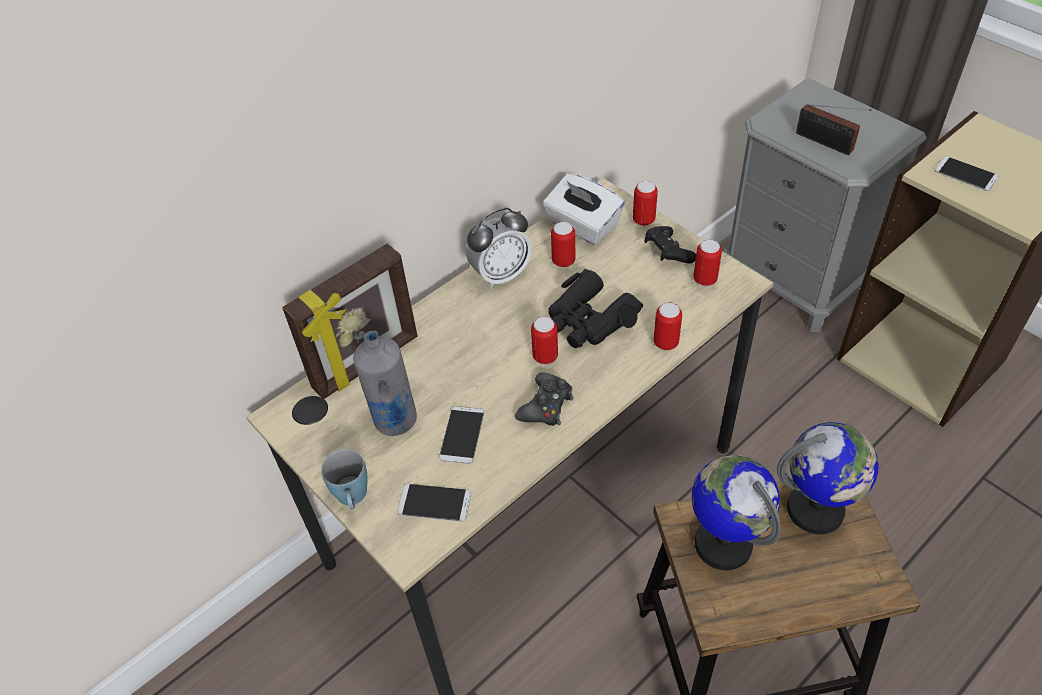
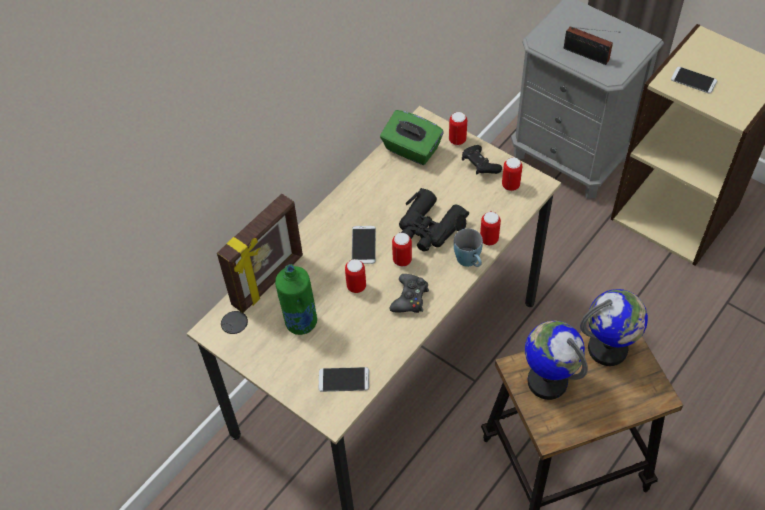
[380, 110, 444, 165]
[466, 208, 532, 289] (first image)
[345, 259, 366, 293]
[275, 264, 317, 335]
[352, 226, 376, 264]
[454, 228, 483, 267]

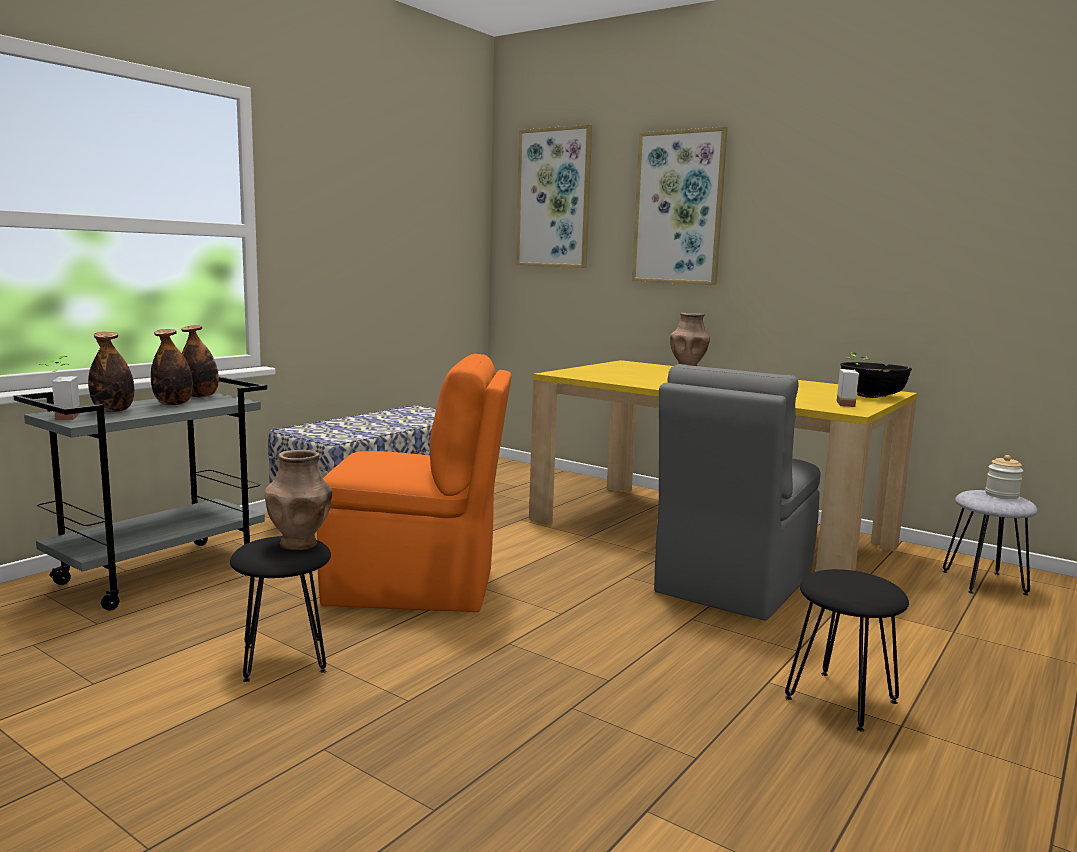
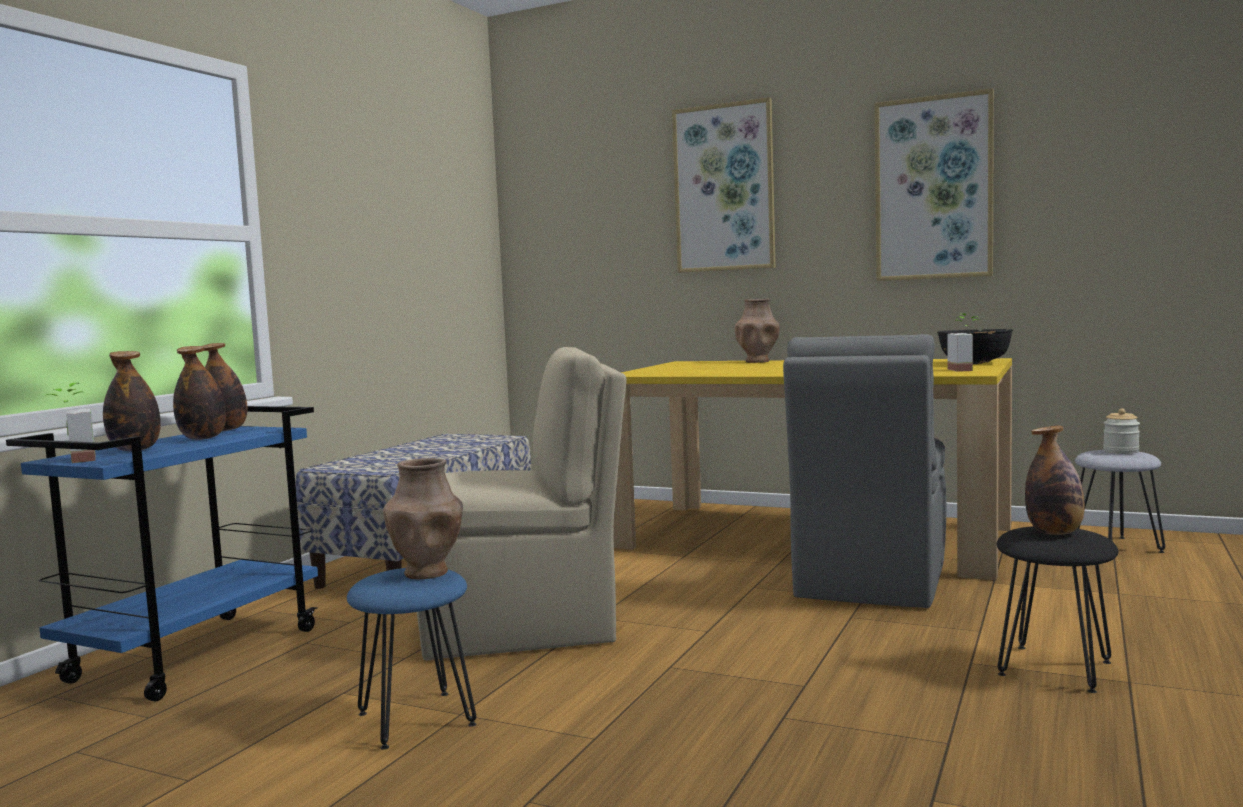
[875, 88, 994, 281]
[417, 347, 627, 661]
[6, 406, 318, 701]
[347, 568, 476, 750]
[1025, 426, 1085, 535]

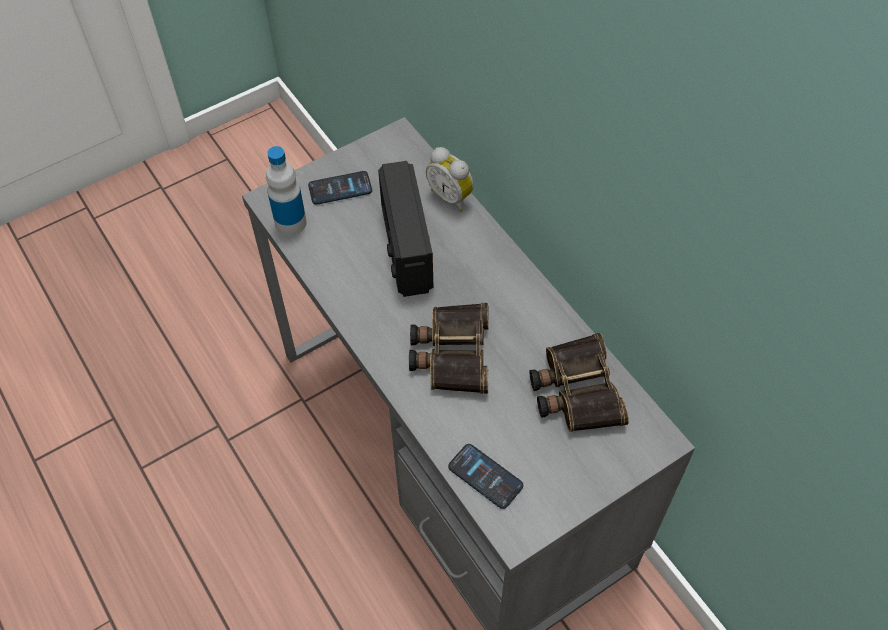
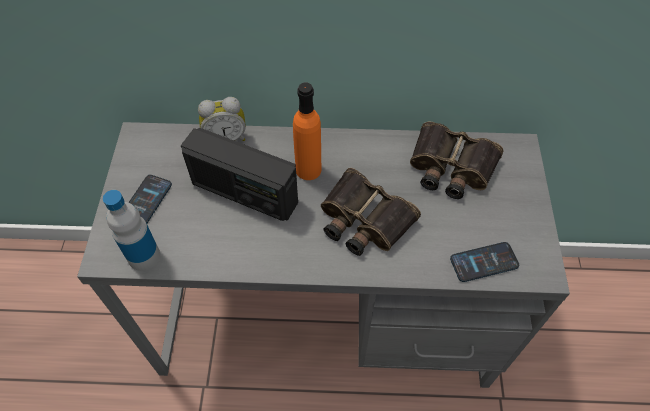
[293, 82, 322, 180]

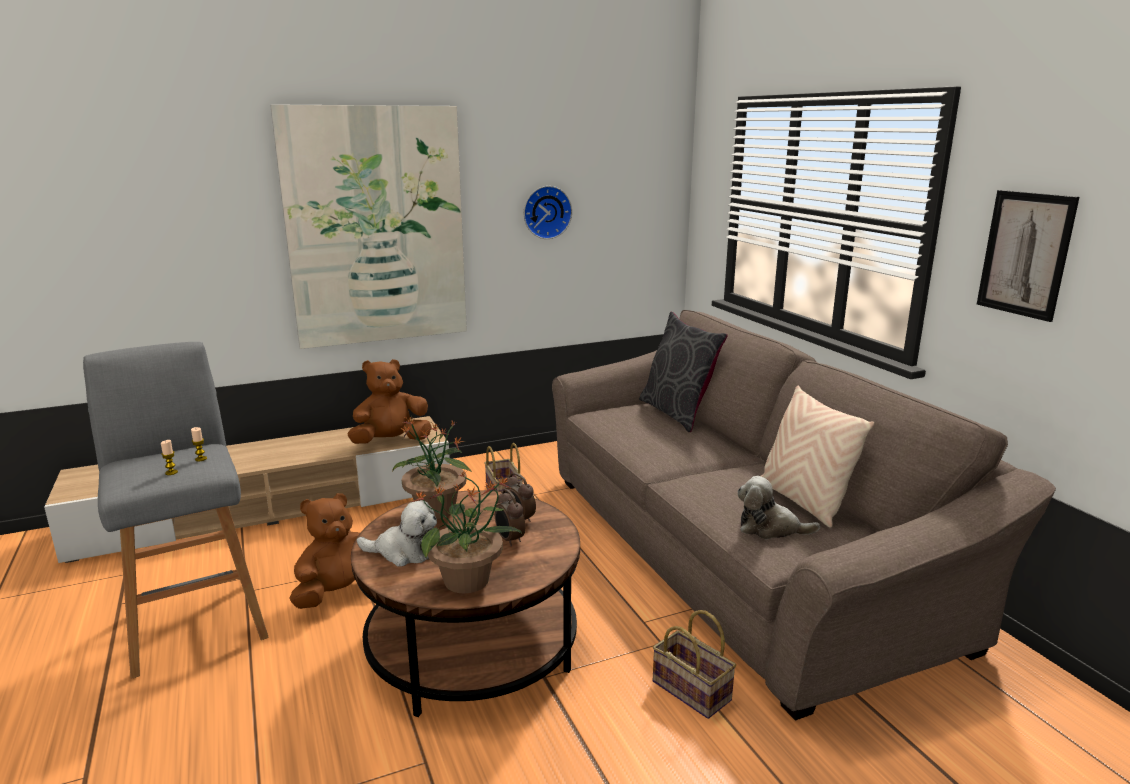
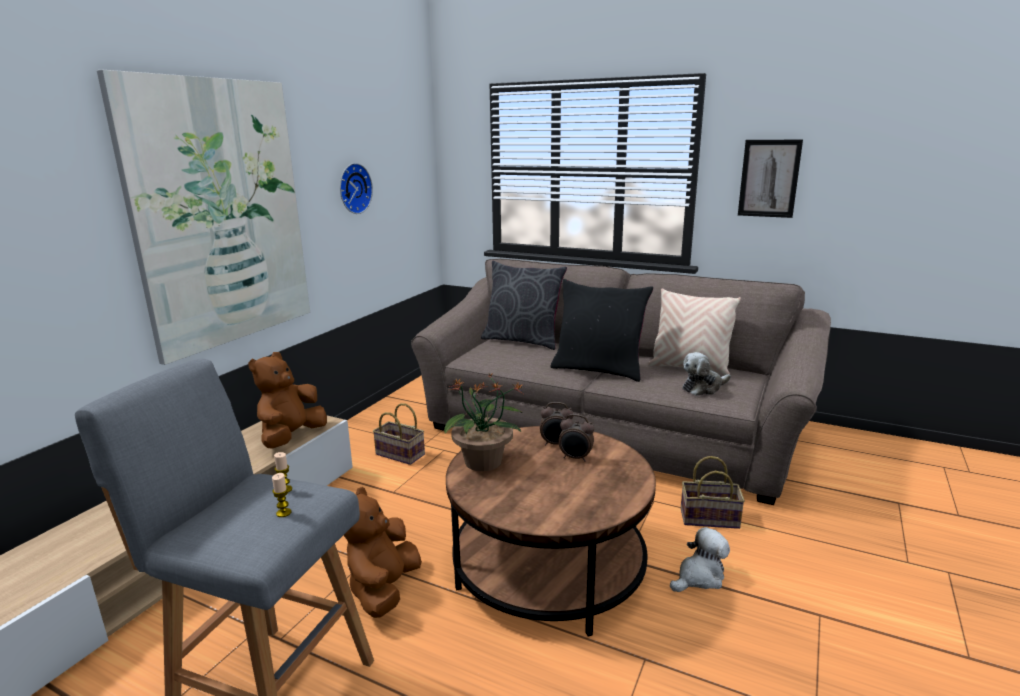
[412, 472, 523, 593] (first image)
[670, 527, 730, 592]
[550, 279, 653, 382]

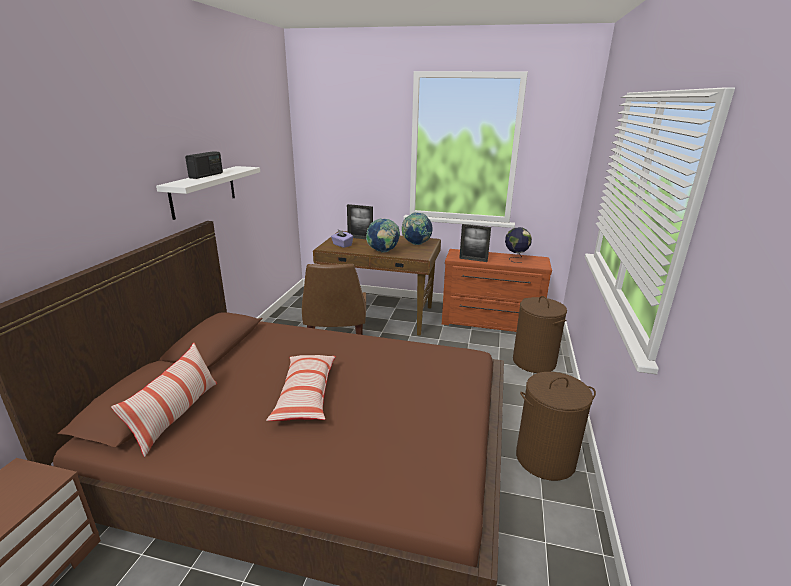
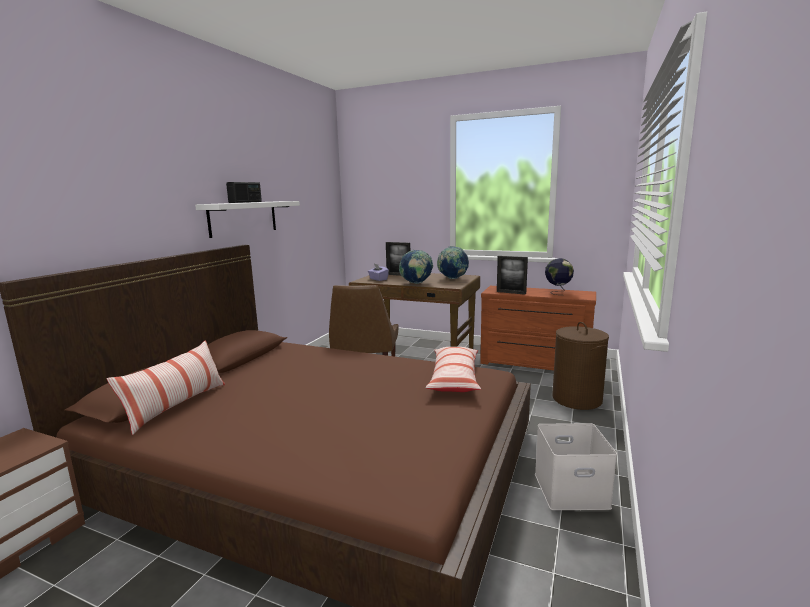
[426, 347, 481, 392]
[535, 423, 617, 510]

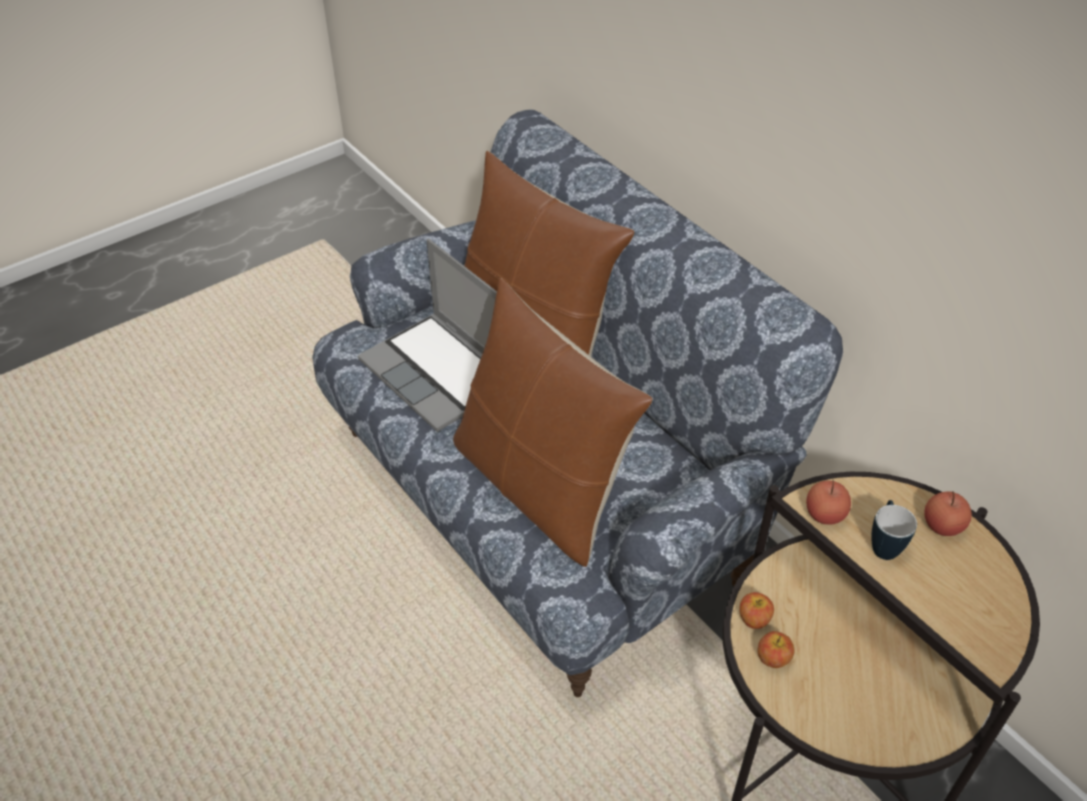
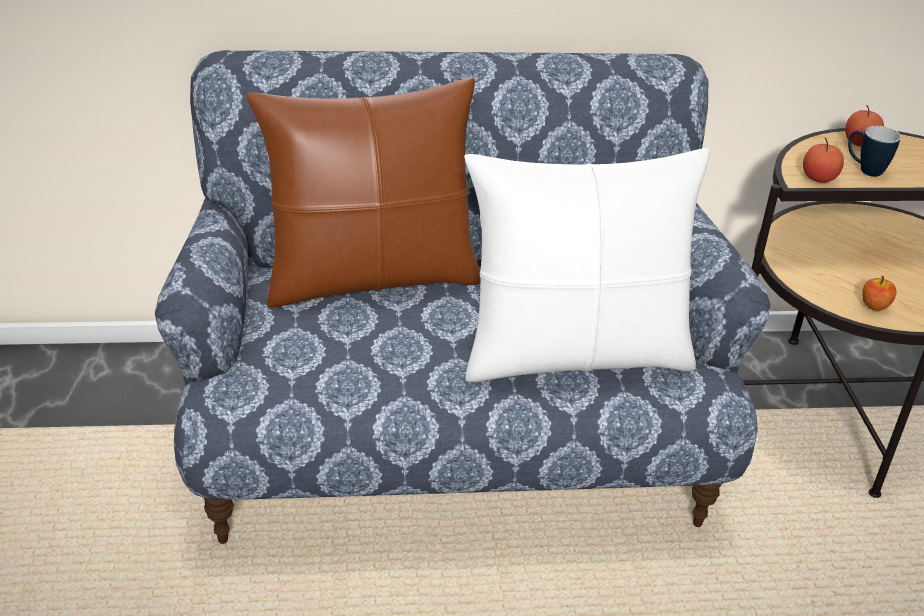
[358, 239, 497, 432] (first image)
[464, 148, 710, 382]
[739, 592, 774, 629] (first image)

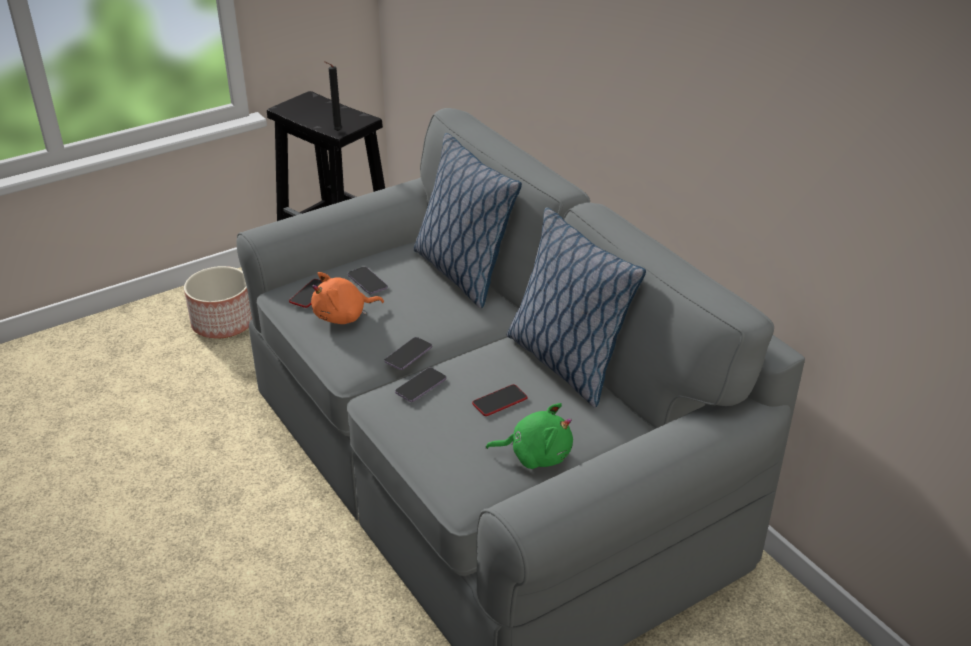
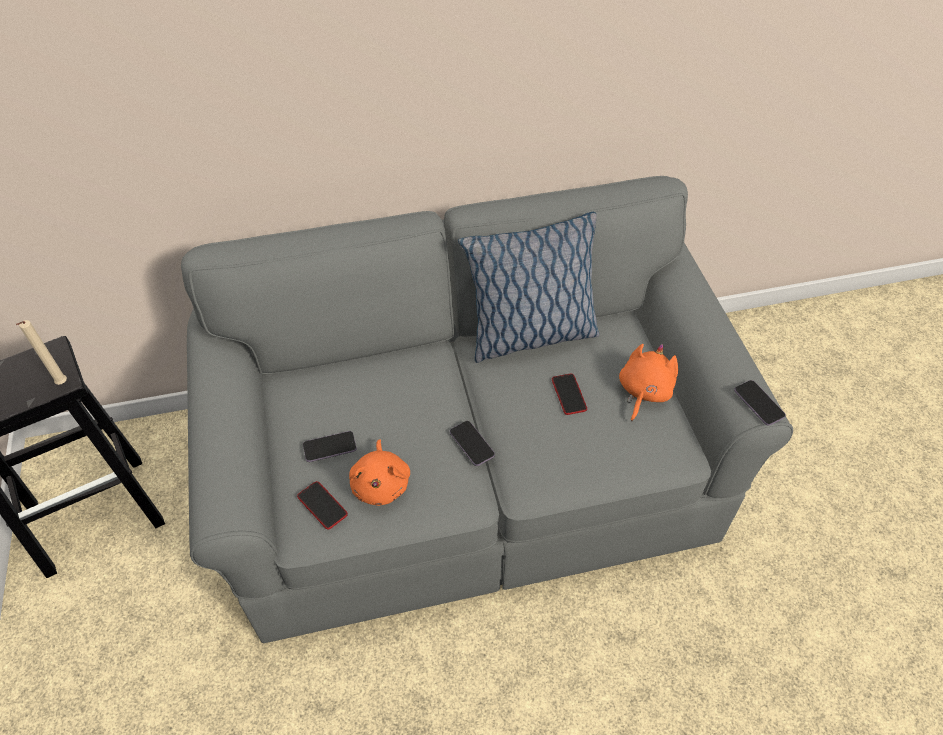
[16, 320, 67, 385]
[413, 133, 522, 308] (first image)
[184, 266, 252, 338] (first image)
[734, 380, 786, 426]
[619, 344, 678, 422]

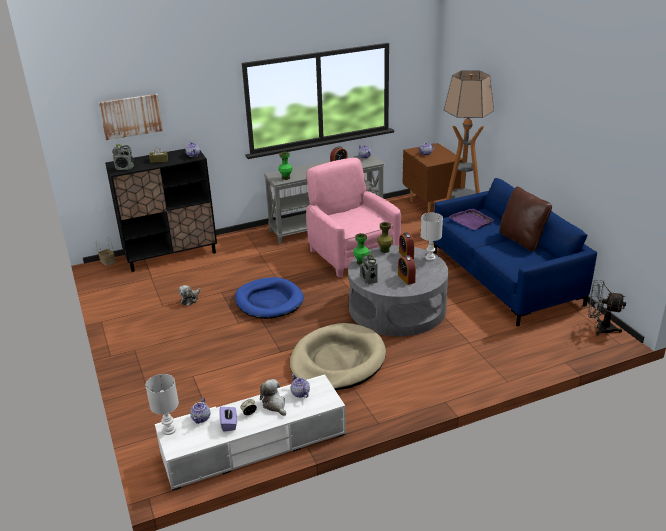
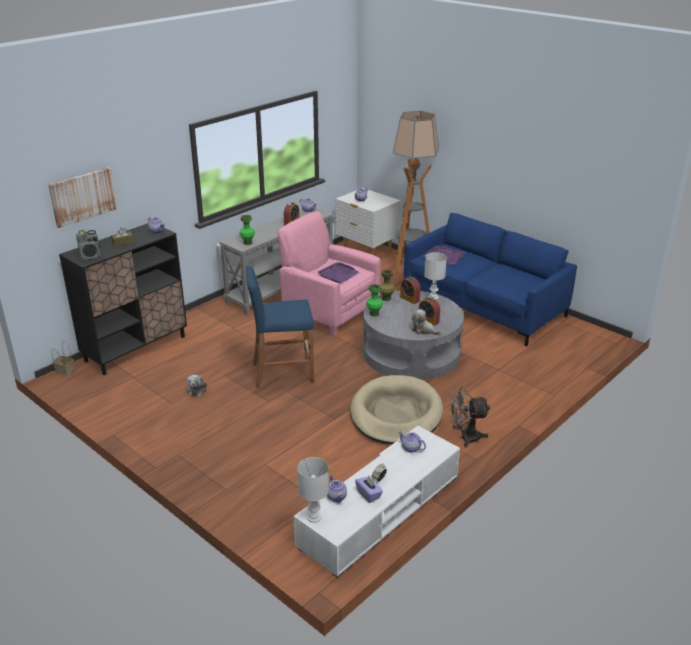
[335, 188, 401, 255]
[499, 187, 552, 252] (first image)
[360, 254, 377, 284] (first image)
[246, 265, 314, 388]
[449, 386, 490, 448]
[412, 309, 441, 335]
[318, 262, 359, 283]

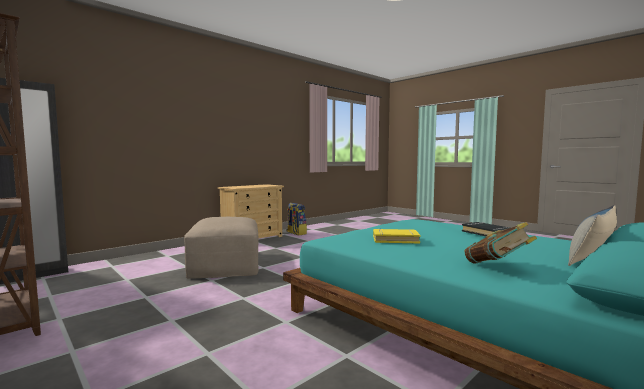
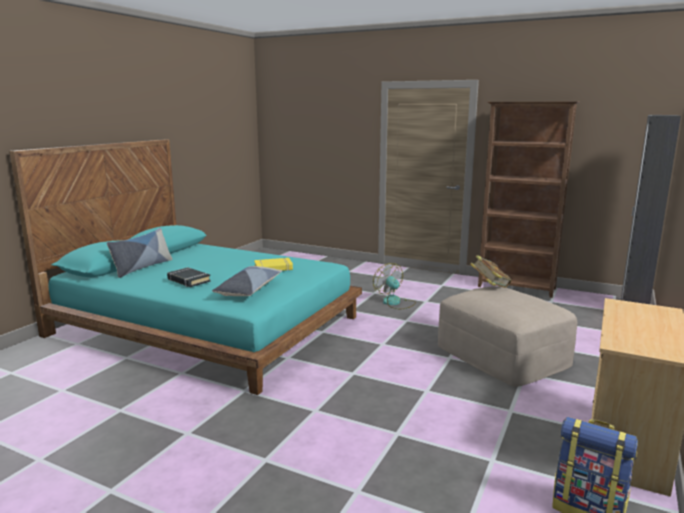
[470, 255, 512, 288]
[373, 263, 416, 310]
[212, 266, 282, 296]

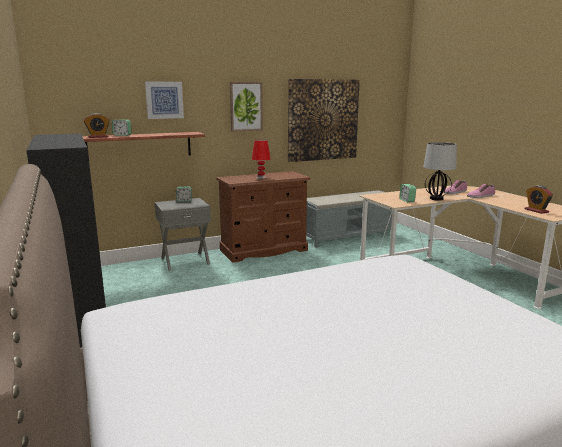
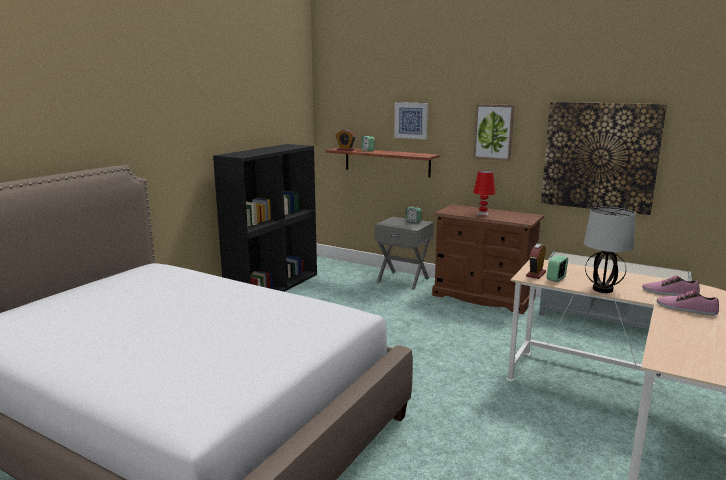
[526, 243, 546, 279]

